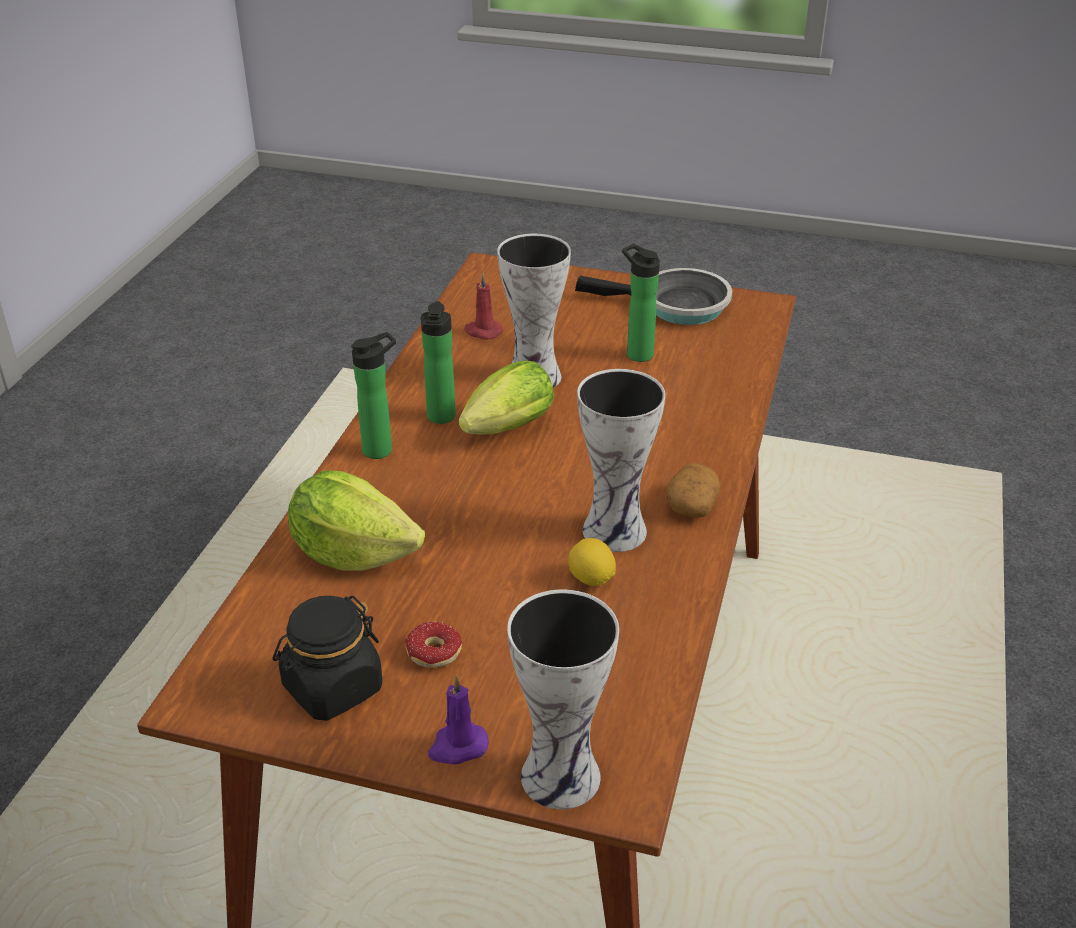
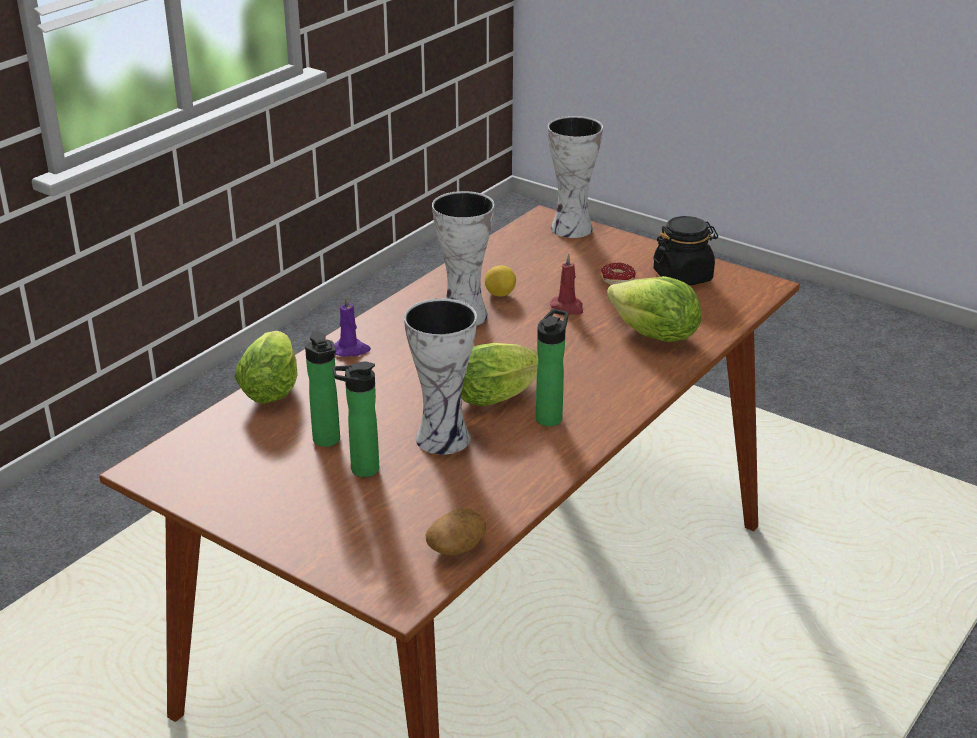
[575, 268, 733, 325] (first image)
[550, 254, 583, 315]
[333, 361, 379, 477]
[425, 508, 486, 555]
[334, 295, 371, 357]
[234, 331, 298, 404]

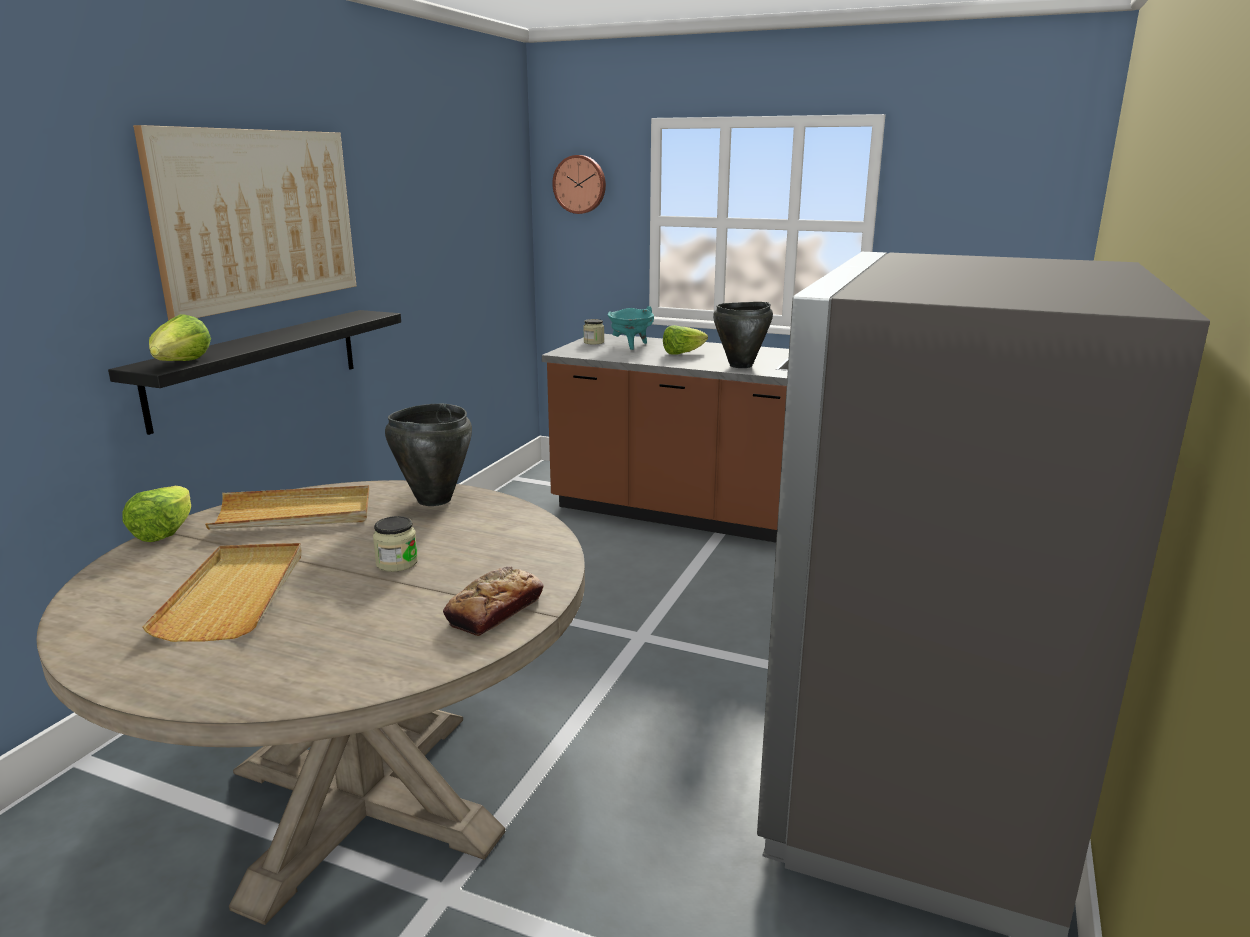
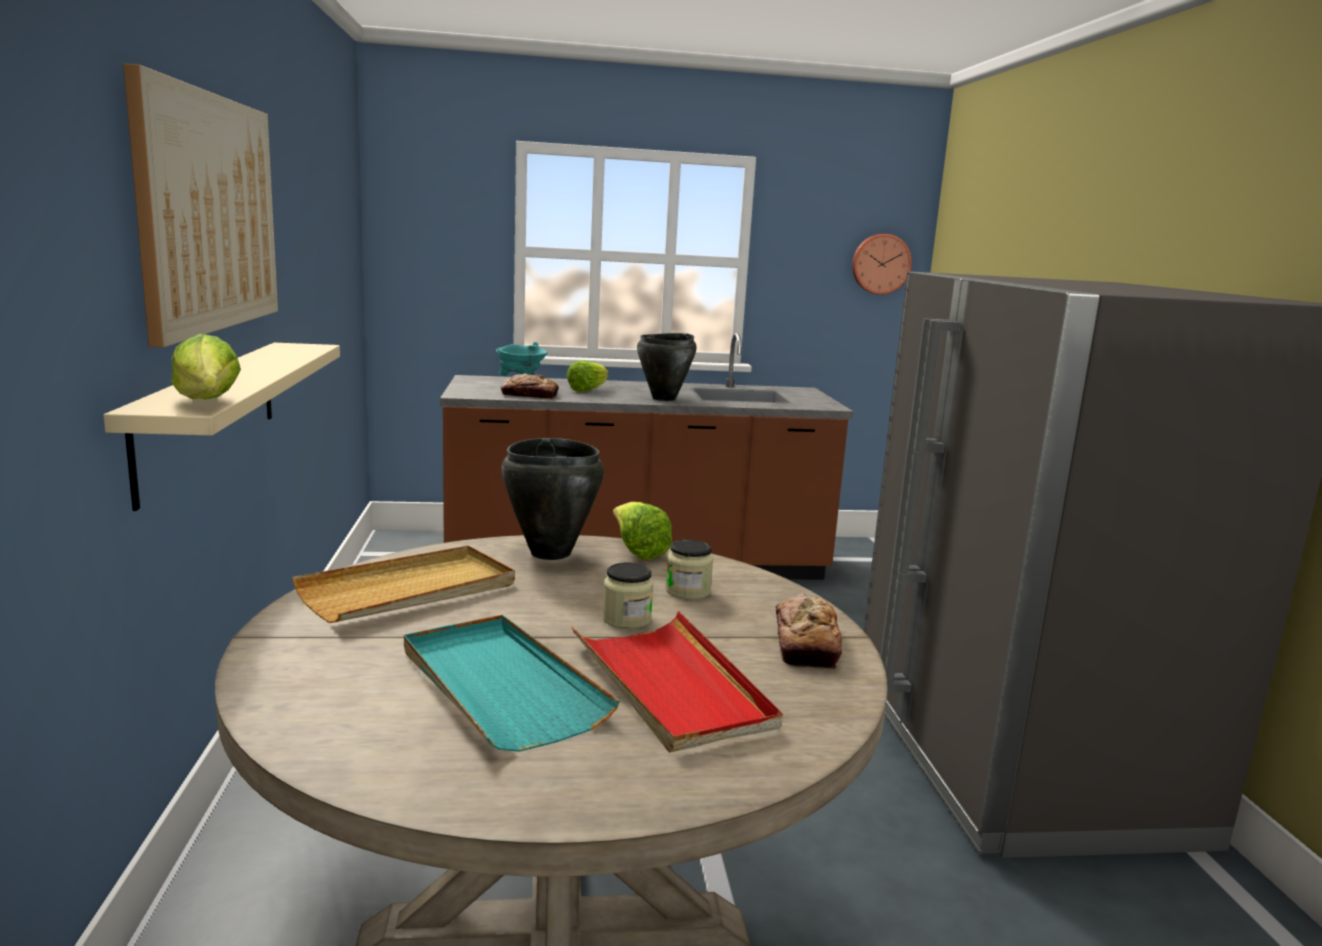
[852, 234, 912, 295]
[103, 343, 340, 511]
[666, 539, 713, 600]
[613, 502, 672, 559]
[404, 615, 620, 752]
[501, 374, 559, 399]
[572, 611, 783, 753]

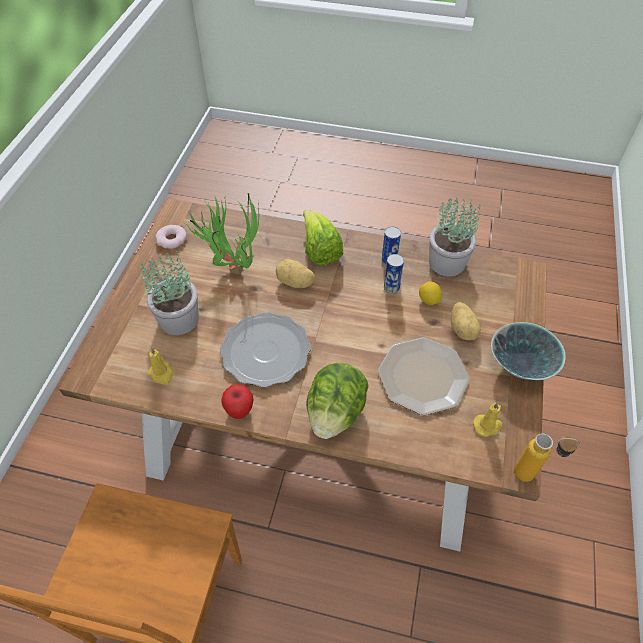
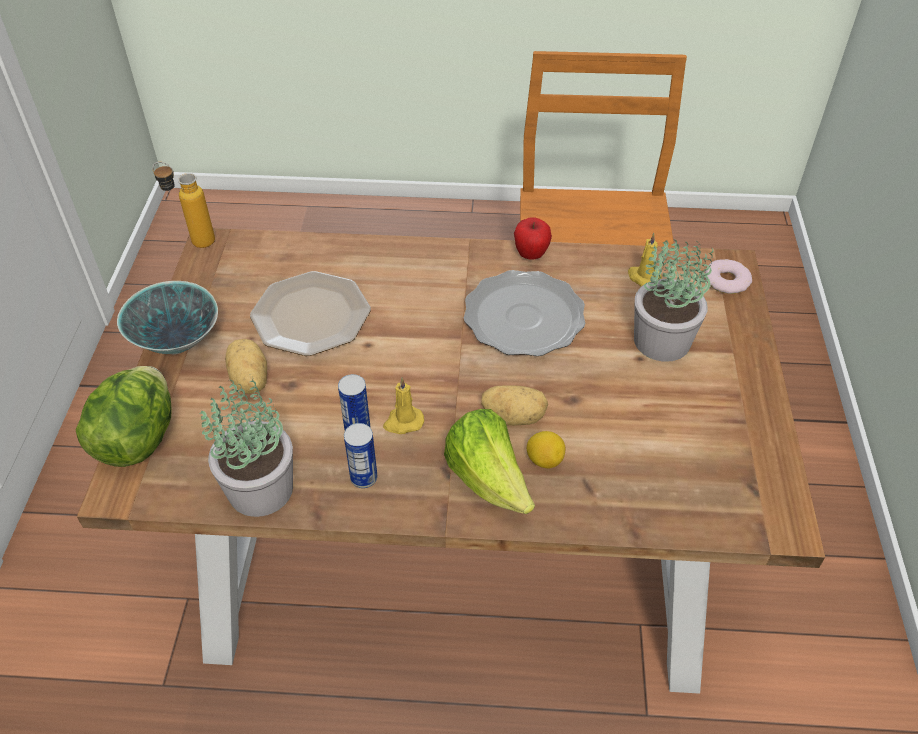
[184, 193, 259, 274] (first image)
[705, 259, 752, 294]
[527, 431, 565, 469]
[75, 366, 172, 467]
[383, 378, 424, 434]

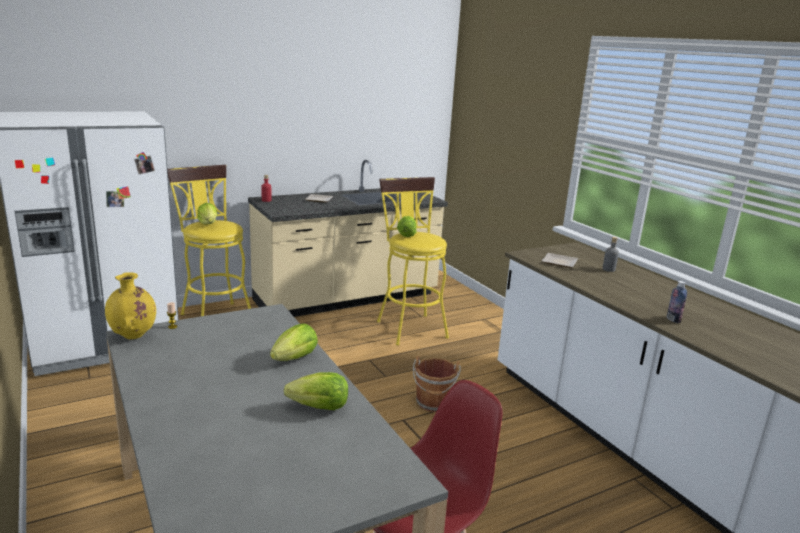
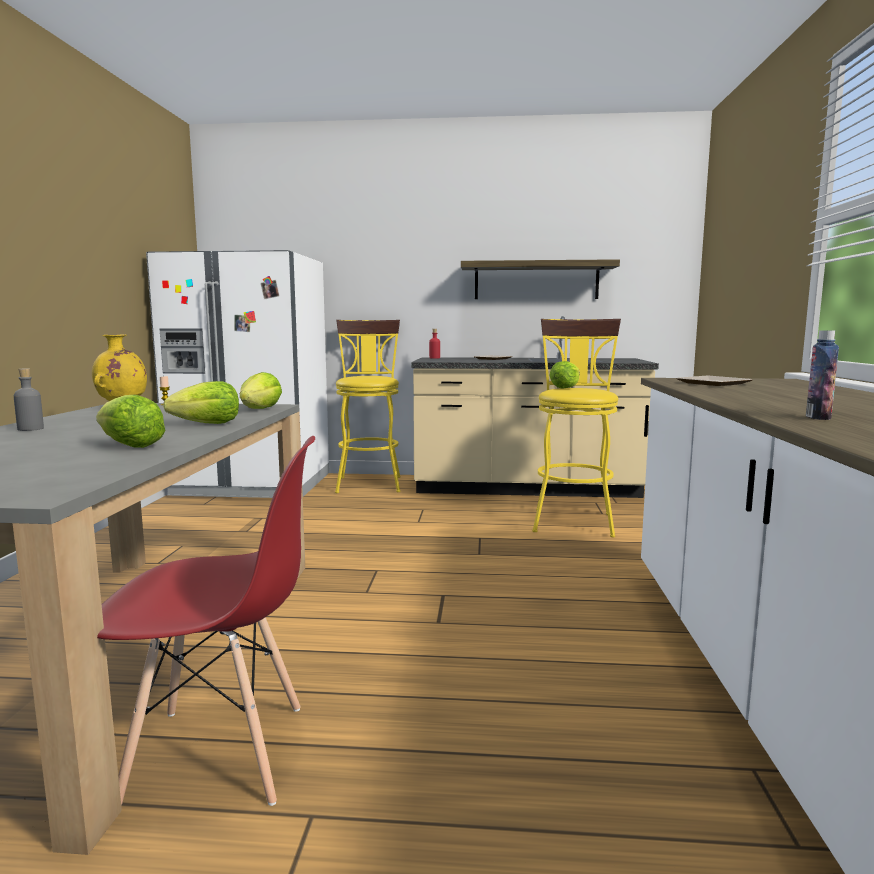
[240, 372, 282, 409]
[14, 368, 44, 431]
[413, 356, 461, 412] (first image)
[461, 259, 620, 299]

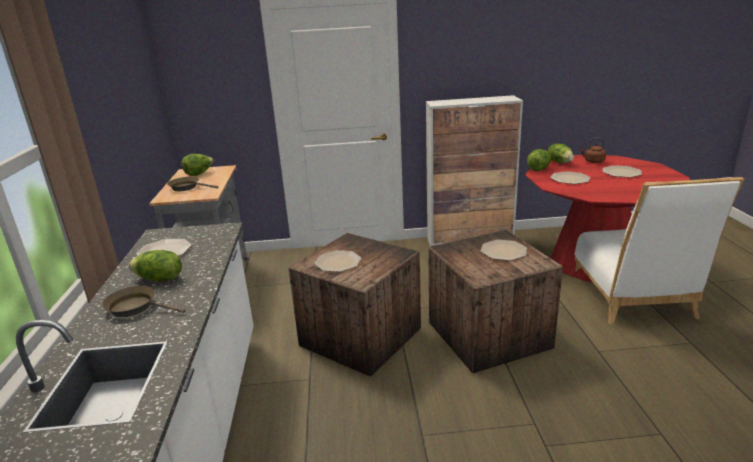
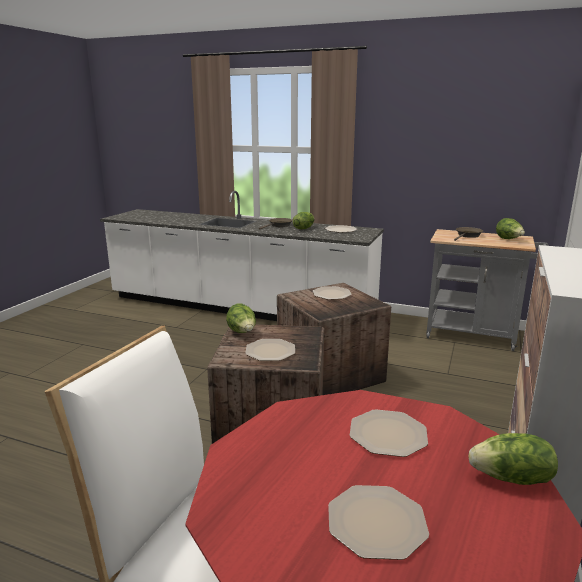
[580, 138, 606, 163] (first image)
[226, 303, 256, 333]

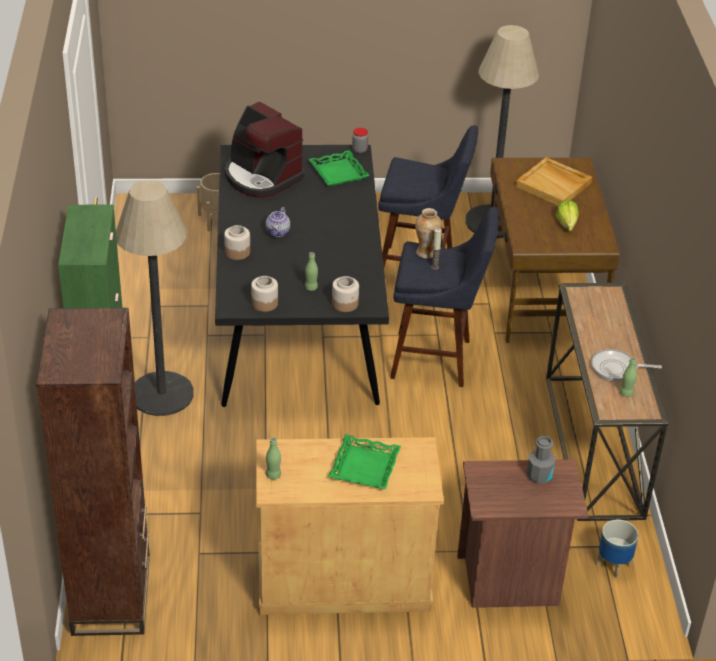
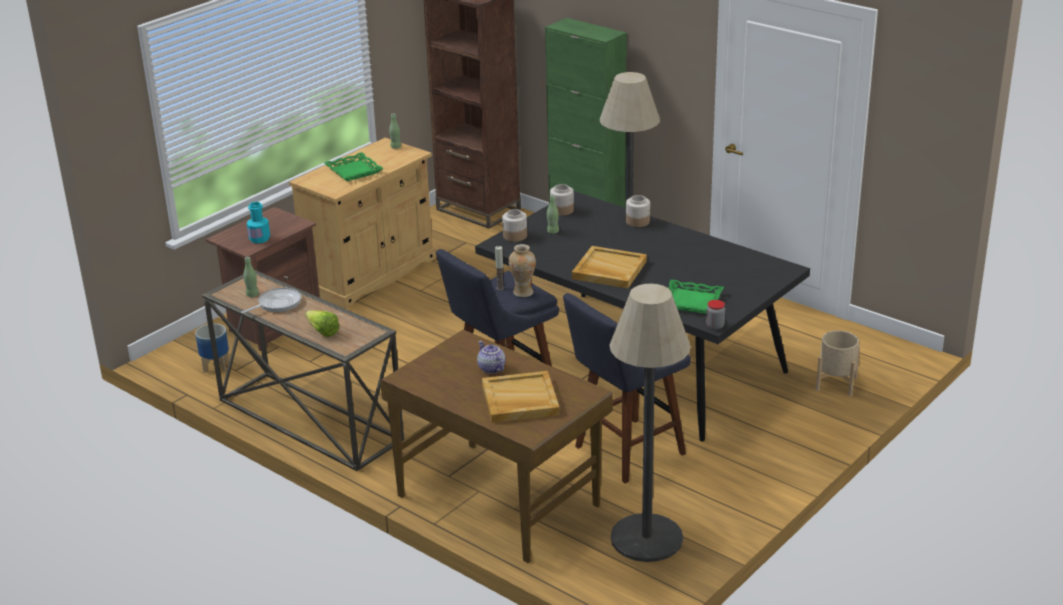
[224, 101, 304, 198] (first image)
[305, 310, 339, 337]
[477, 341, 505, 374]
[247, 202, 270, 244]
[572, 246, 647, 288]

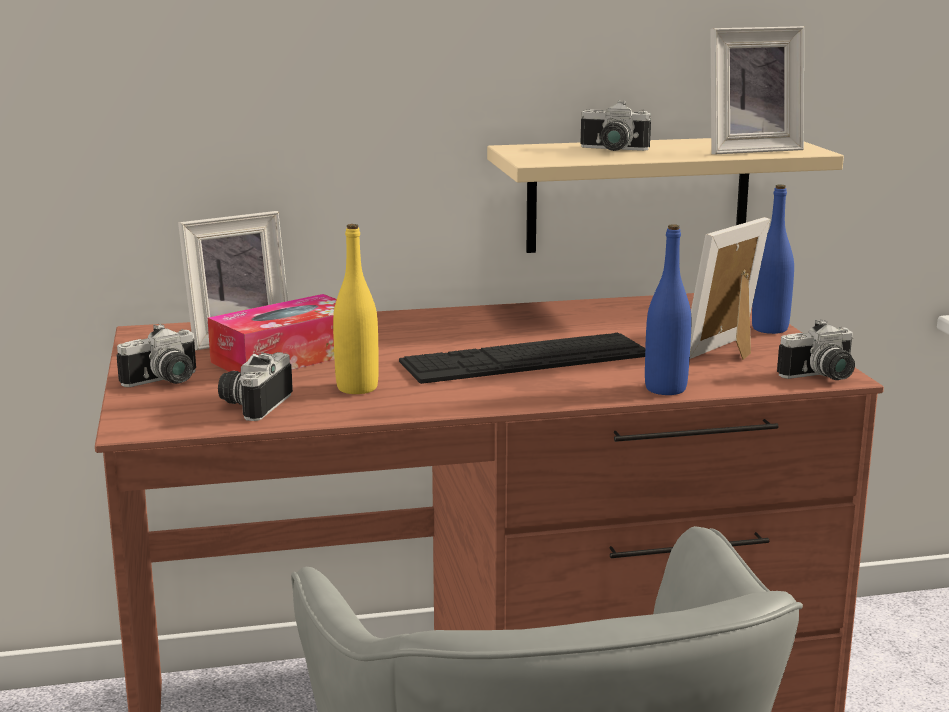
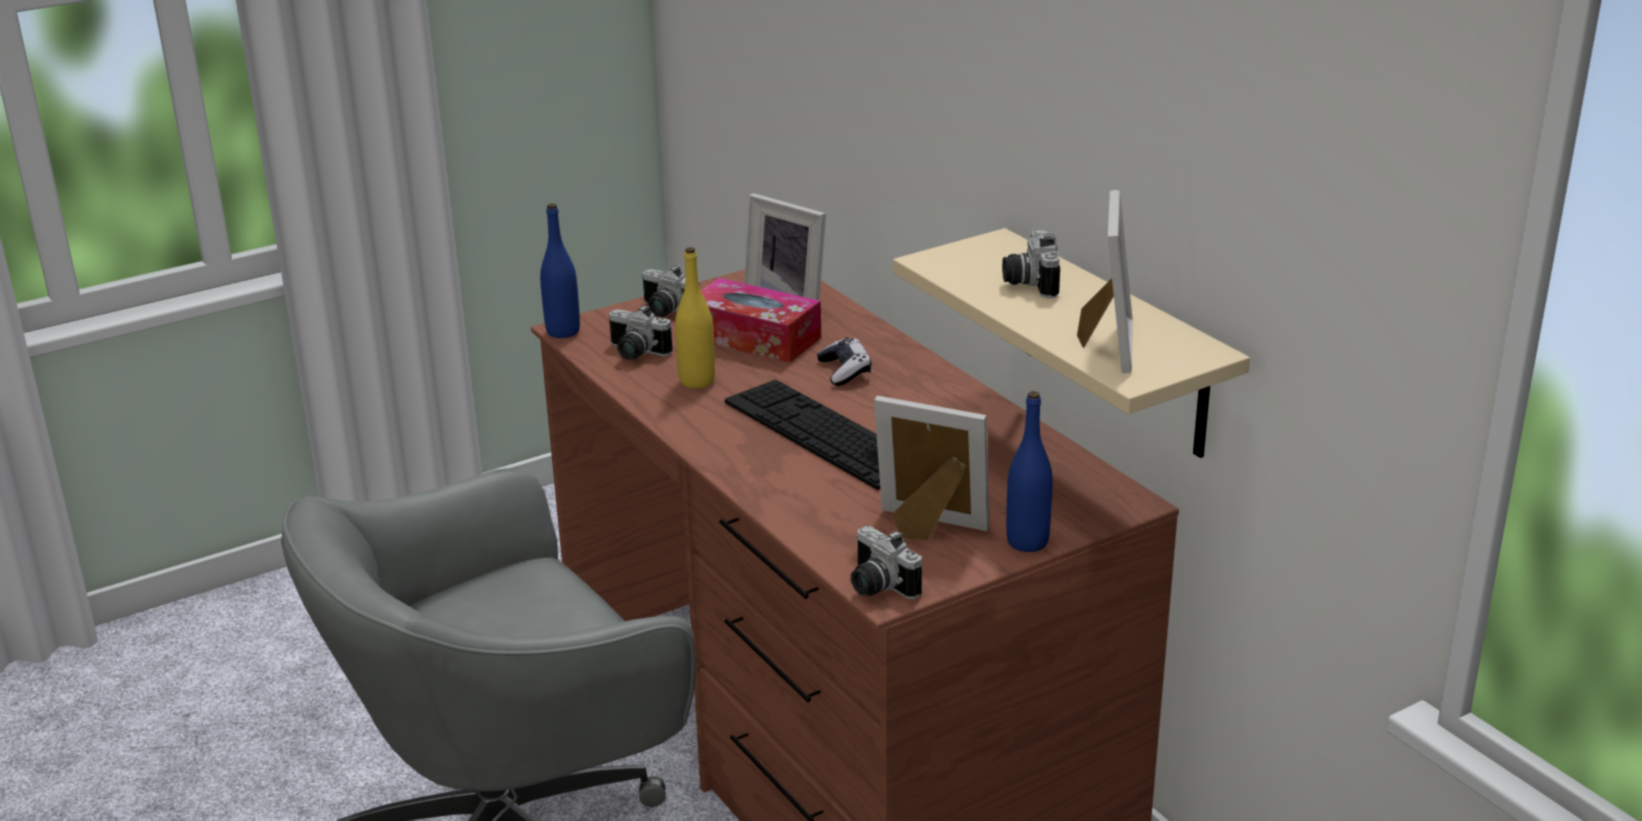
[1077, 190, 1133, 373]
[540, 203, 580, 338]
[608, 305, 673, 360]
[817, 337, 871, 386]

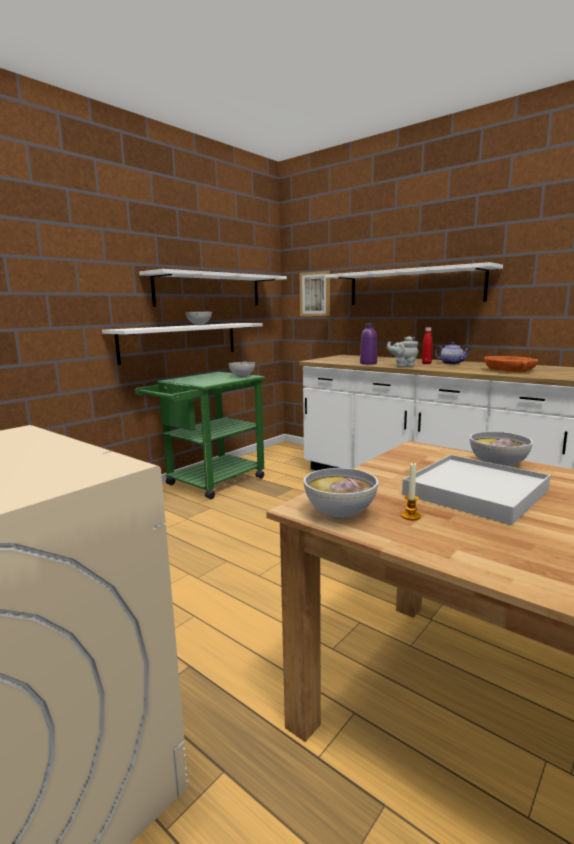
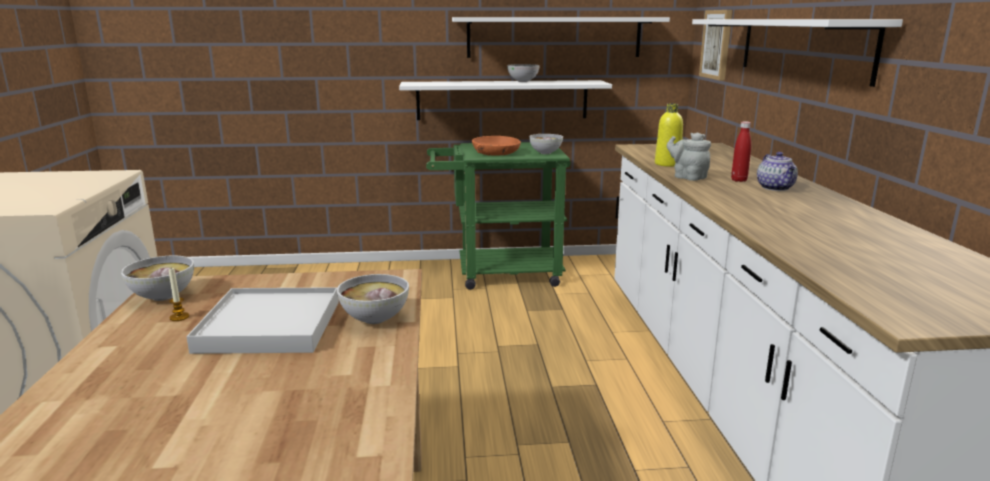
[655, 104, 683, 167]
[472, 136, 521, 156]

